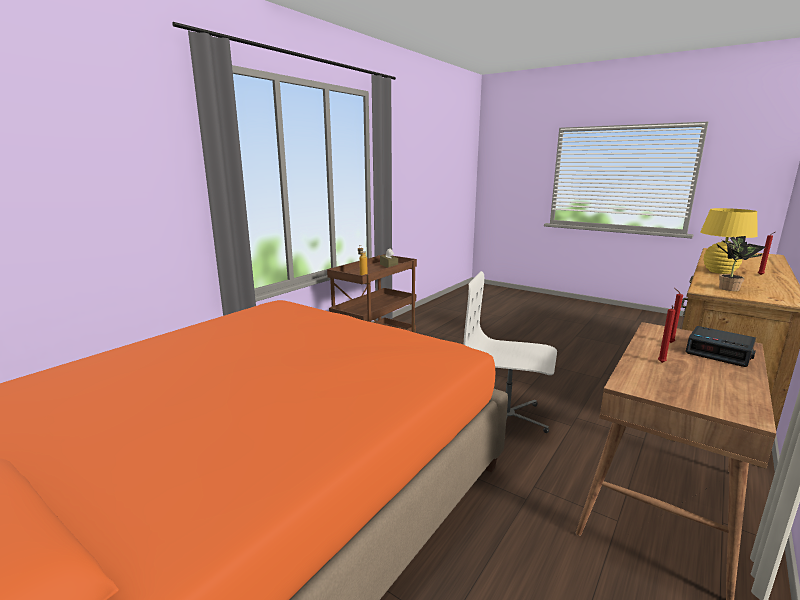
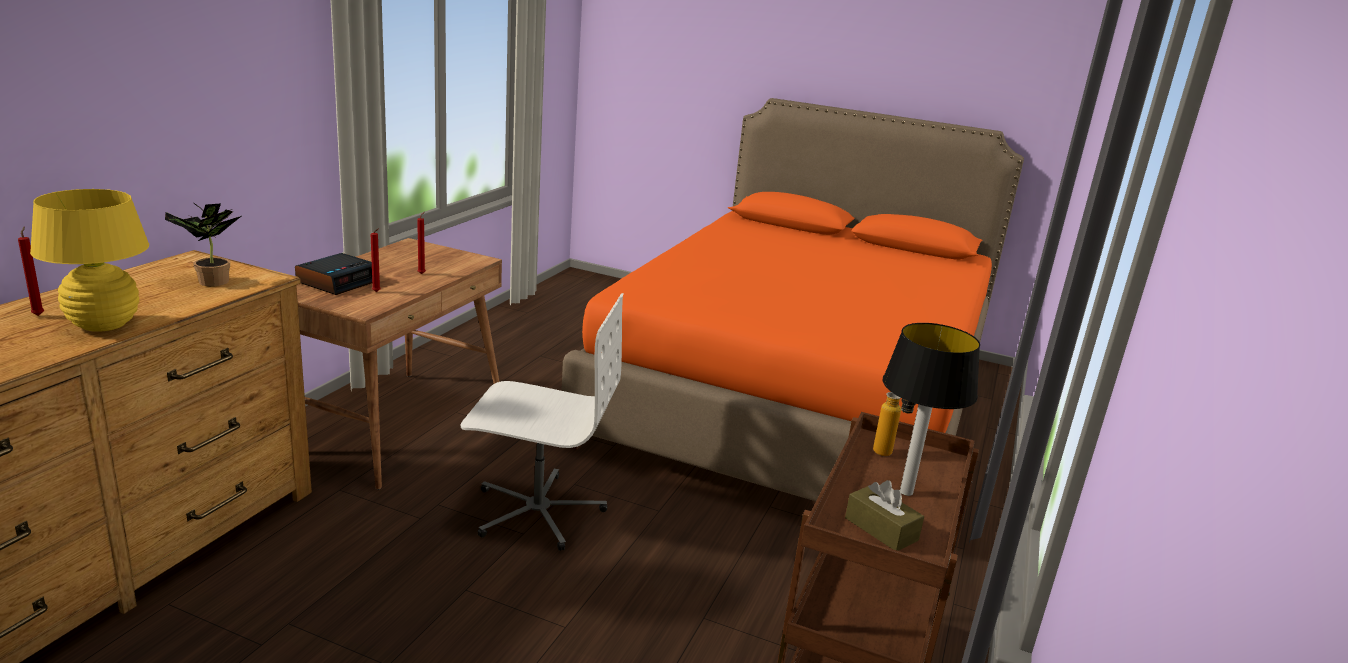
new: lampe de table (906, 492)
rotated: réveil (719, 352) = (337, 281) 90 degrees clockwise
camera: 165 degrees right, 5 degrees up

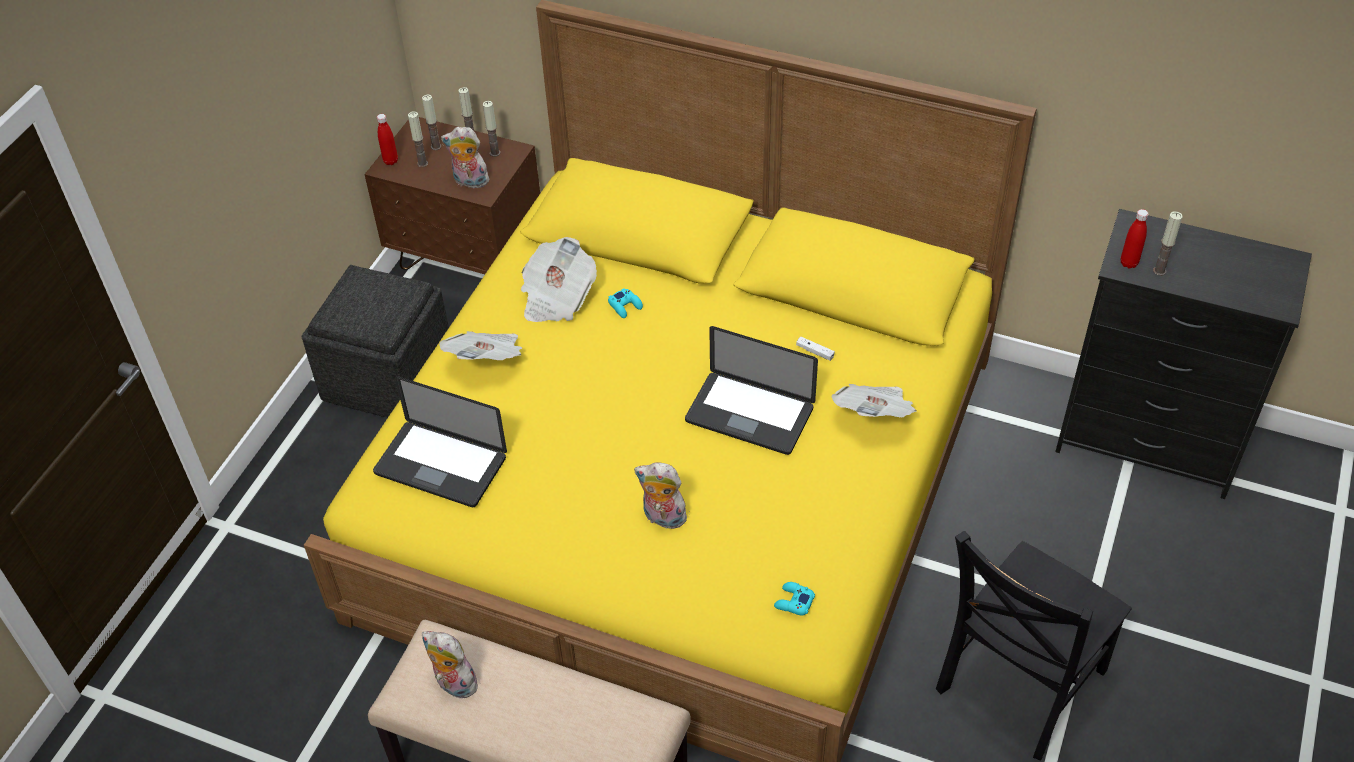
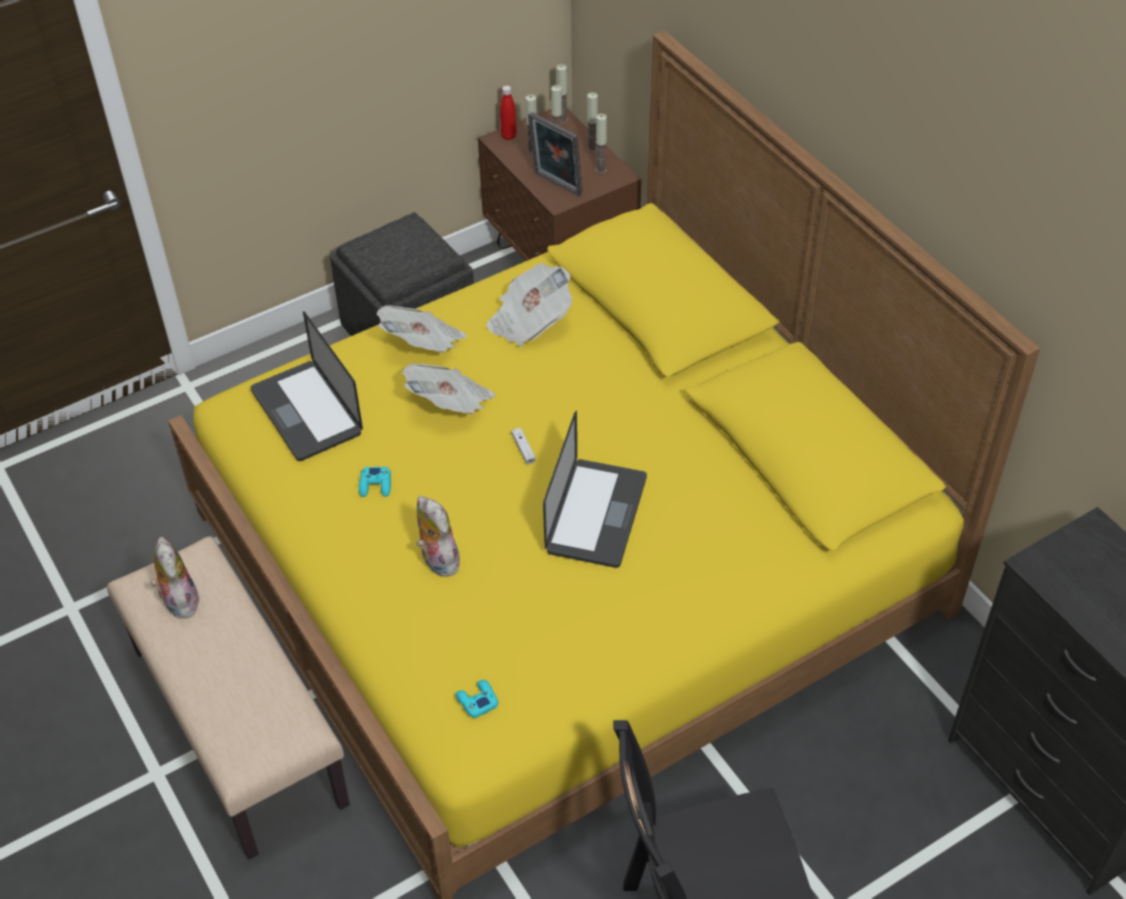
gone: bouteille/rouge (1128, 263)
shifted: manette/turquoise (625, 306) to (376, 485); manette/blanc (815, 352) to (523, 449); journal (874, 415) to (451, 404); bougie (1159, 271) to (562, 120)
swapped: peluche (469, 182) to cadre photo (556, 185)
rotated: ordinateur portable (749, 414) = (596, 514) 135 degrees counterclockwise
camera: 35 degrees right, 0 degrees up

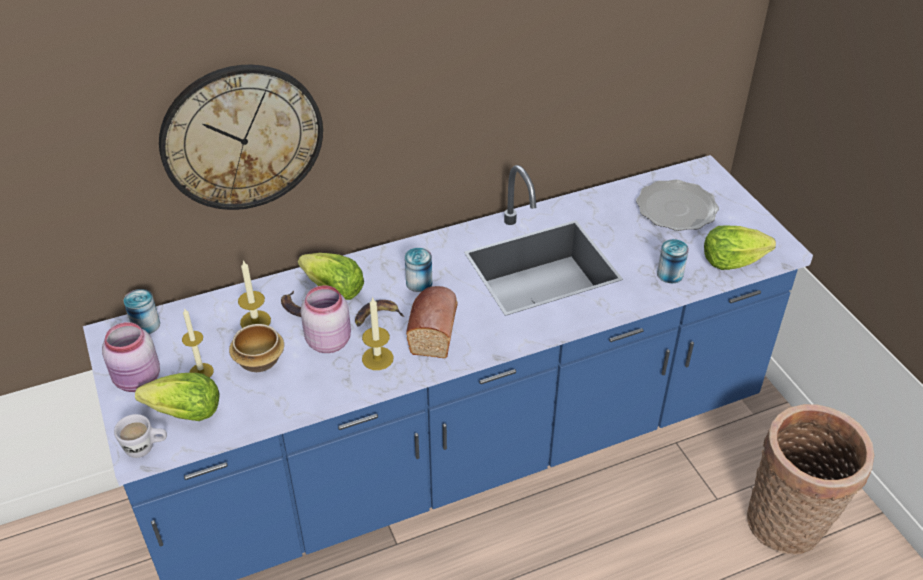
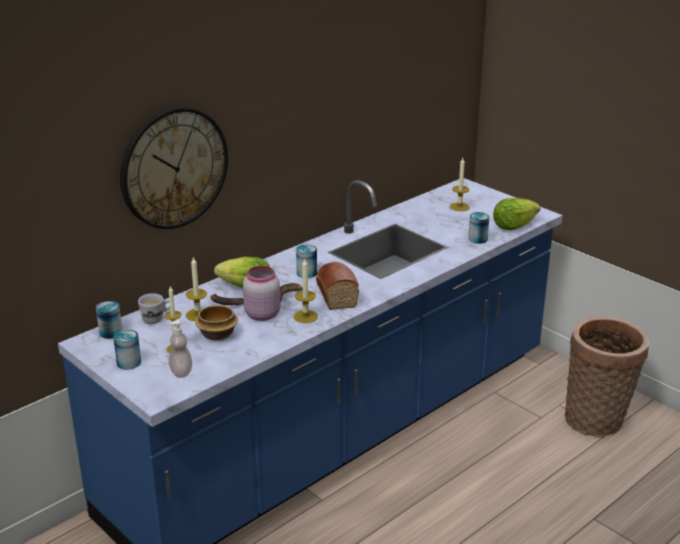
shifted: mug/blanc (146, 448) to (157, 319)
swapped: bocal/rose (138, 380) to boîte métallique (129, 362); laitue (186, 413) to distributeur de savon (181, 372); assiette (677, 209) to bougie (459, 207)
camera: 20 degrees left, 15 degrees down

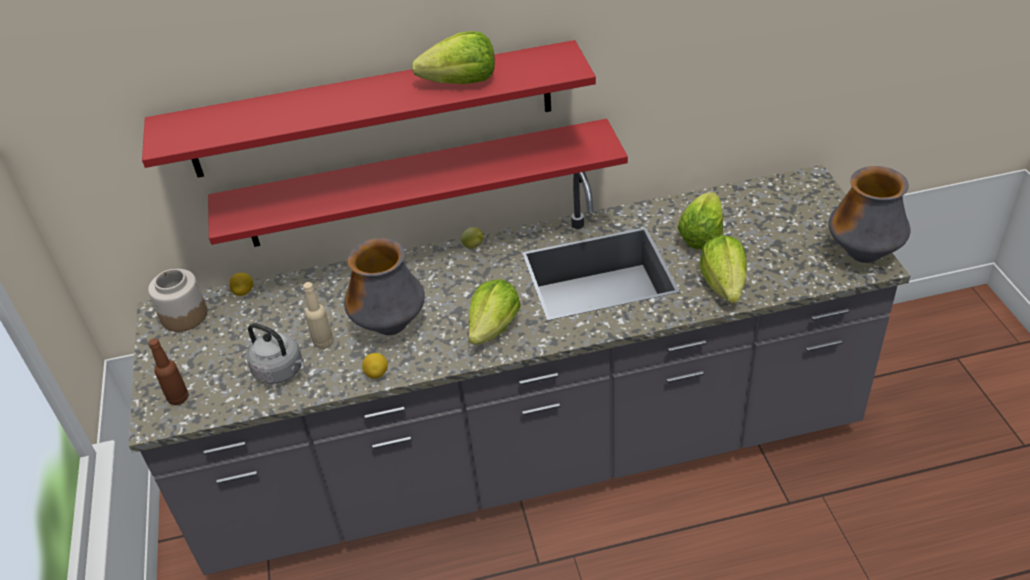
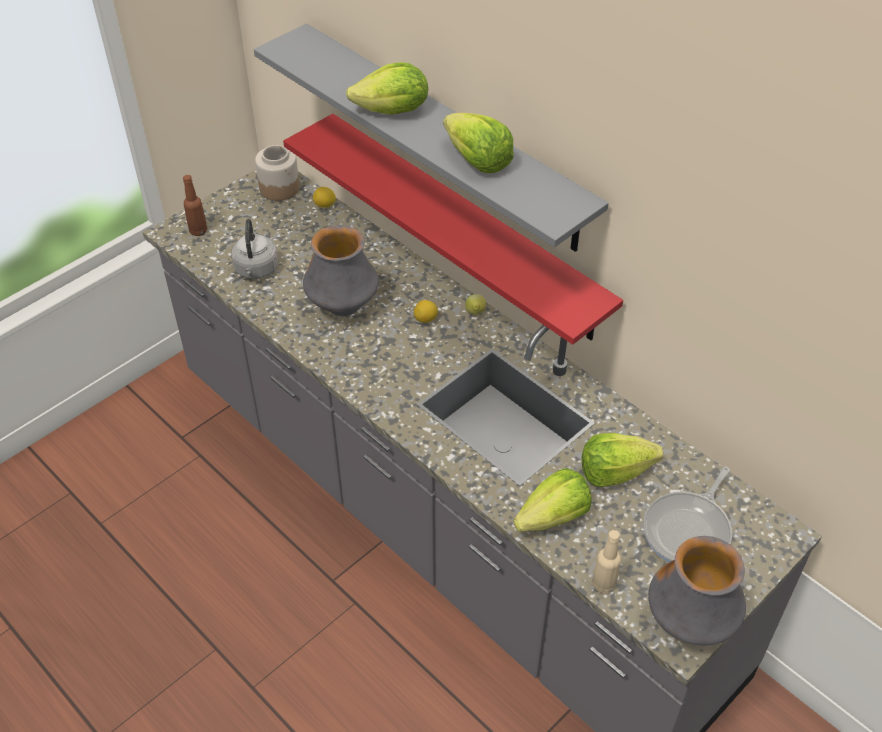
new: poêle (689, 530)
shifted: bouteille/beige (323, 342) to (603, 584); citron (377, 374) to (426, 319); laitue (494, 328) to (393, 111)
repainted: étagère/rouge (371, 110) to étagère/gris (443, 136)
camera: 55 degrees right, 5 degrees up

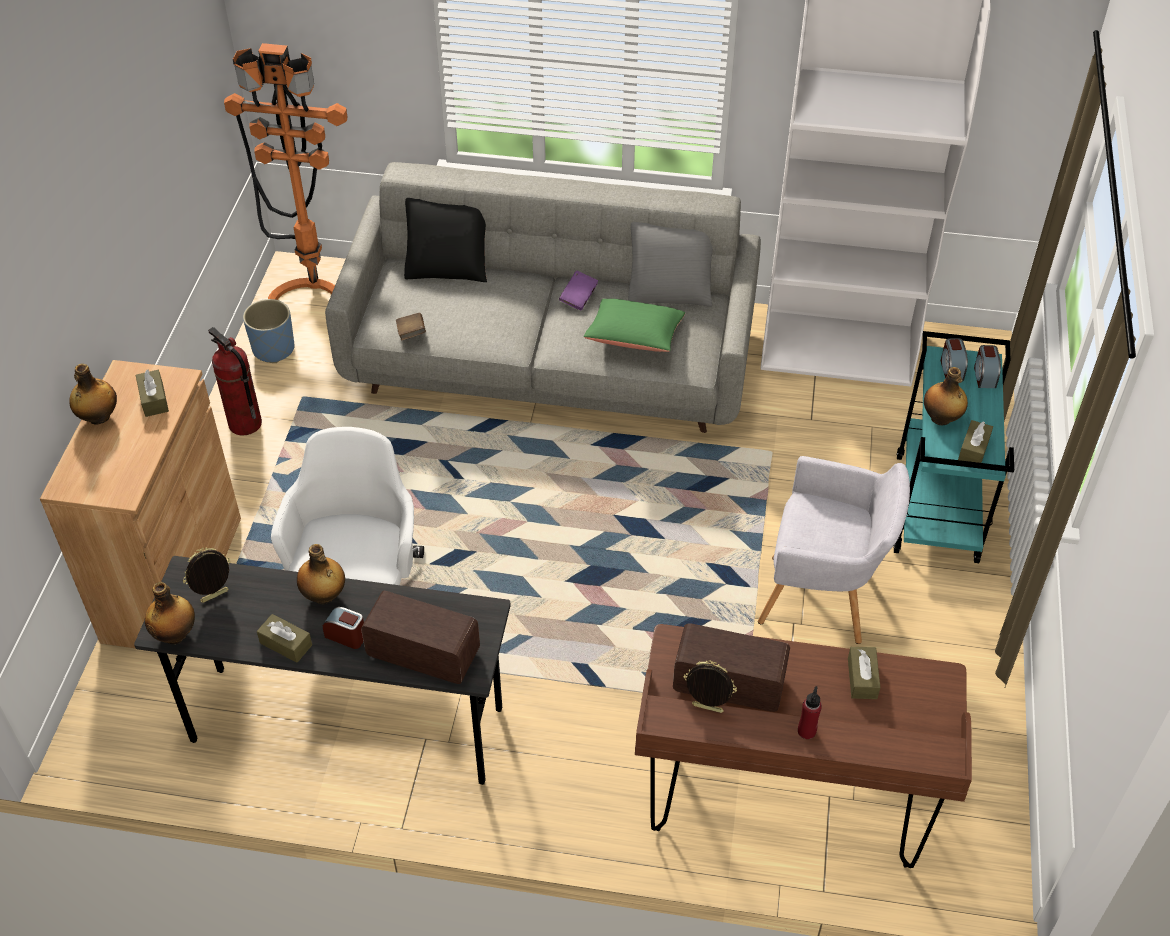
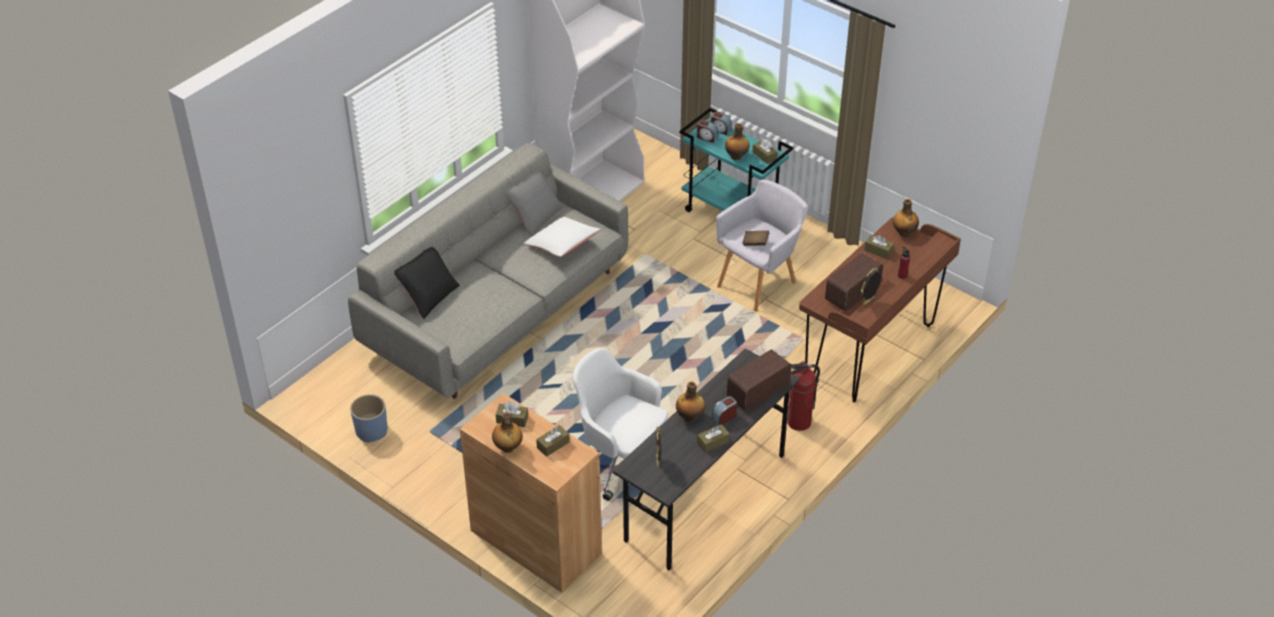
gone: lampadaire/orange (312, 288); livre/violet (578, 298)
new: boîte à mouchoirs/marron (553, 445)
shifted: bouteille (176, 634) to (904, 232); extincteur (245, 424) to (799, 422); livre/marron (411, 333) to (755, 243)
repainted: coussin/vert (634, 337) to coussin/blanc (562, 245)
camera: 60 degrees left, 5 degrees down

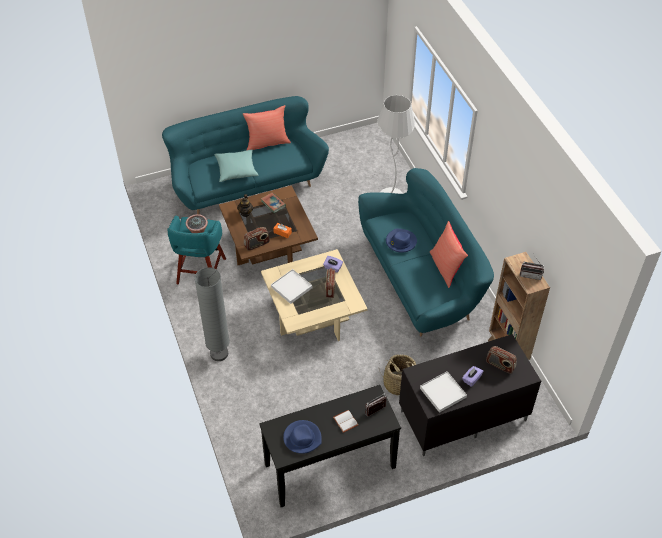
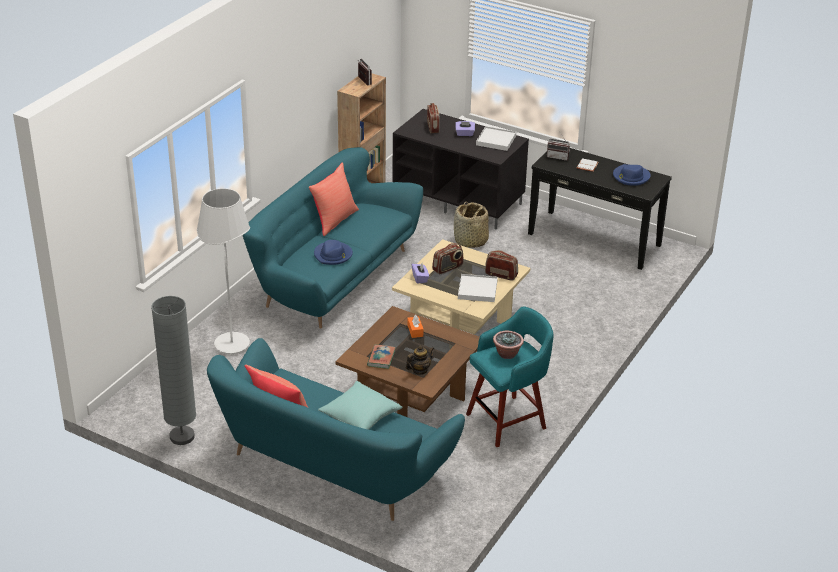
shifted: lampadaire/gris (219, 353) to (182, 437); radio (257, 244) to (501, 275)
camera: 130 degrees left, 15 degrees down

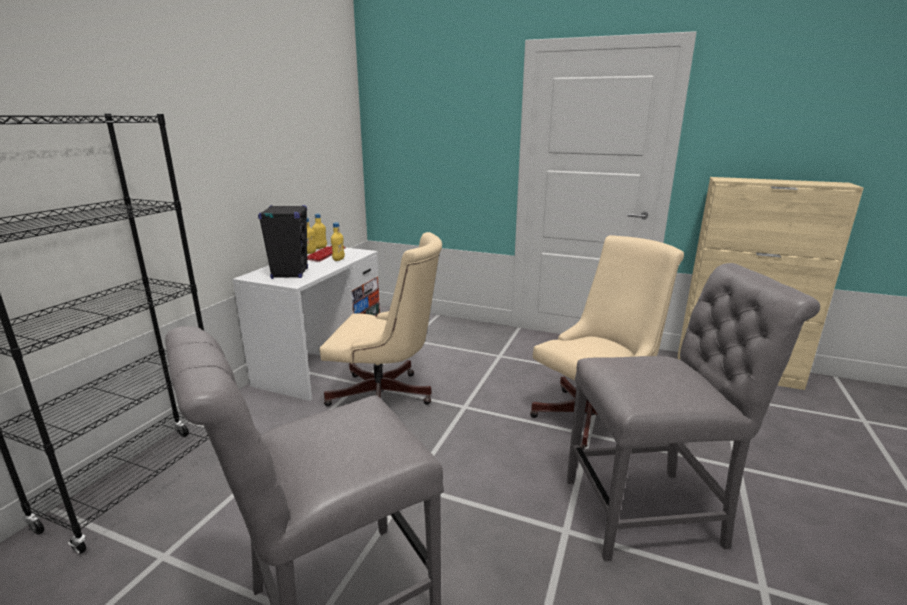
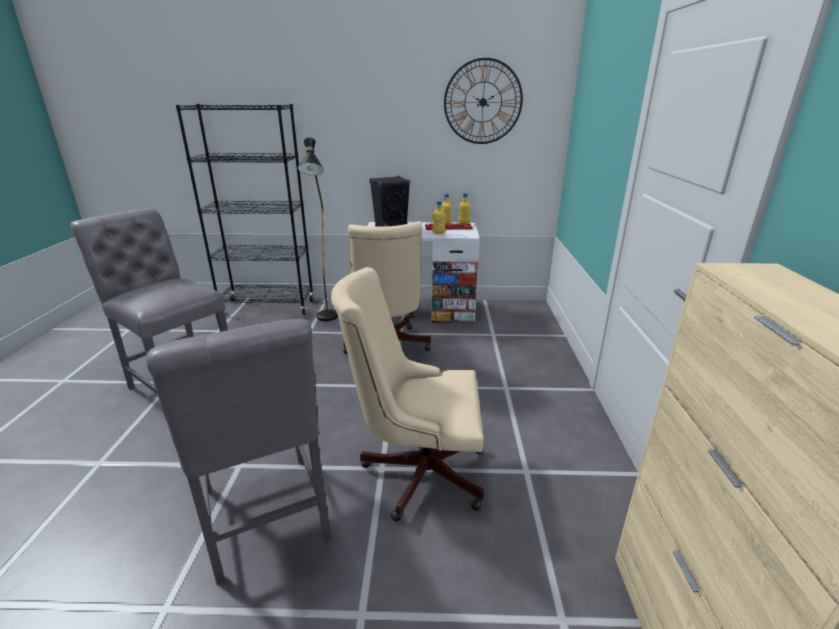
new: lampadaire/noir (327, 320); horloge murale (483, 102)
rotated: chaise de bureau/beige (595, 417) = (416, 471) 150 degrees clockwise
camera: 70 degrees right, 5 degrees up

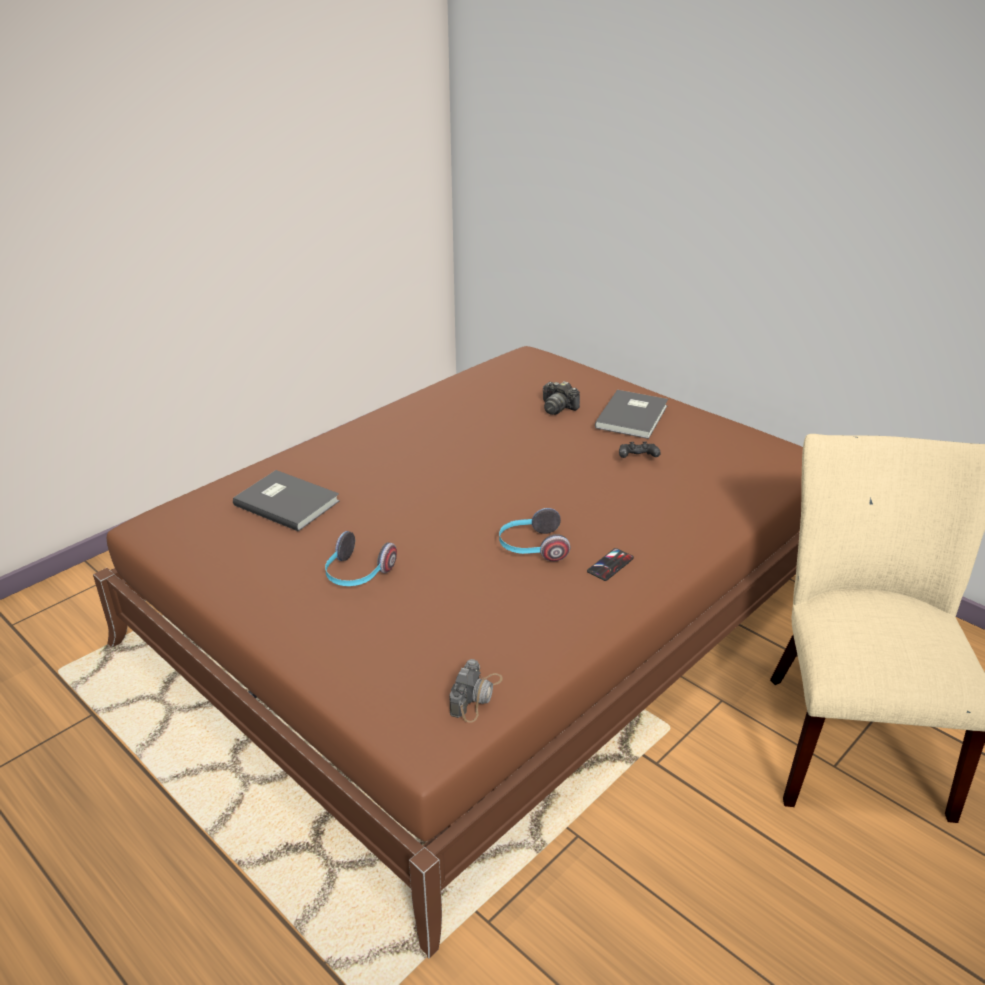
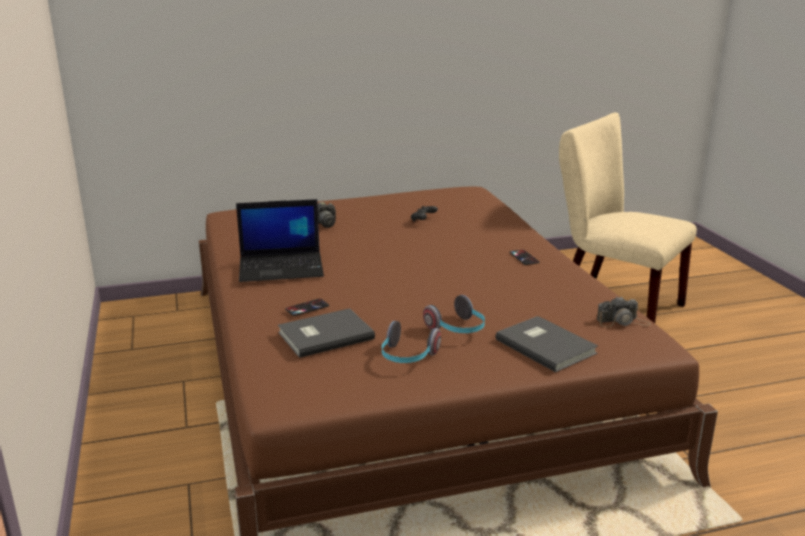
new: ordinateur portable (282, 267); téléphone (307, 308)
shifted: casque audio (532, 547) to (407, 357); livre/gris (634, 416) to (546, 345)
rotated: appareil photo (476, 695) = (623, 322) 120 degrees clockwise
camera: 60 degrees left, 10 degrees down

